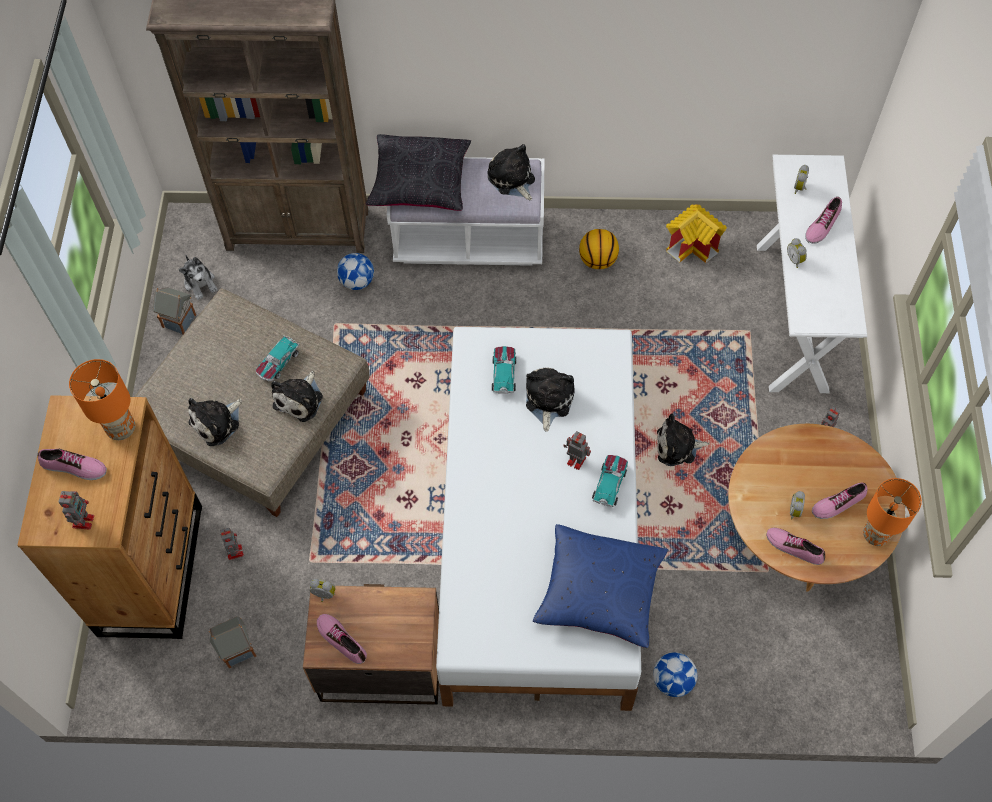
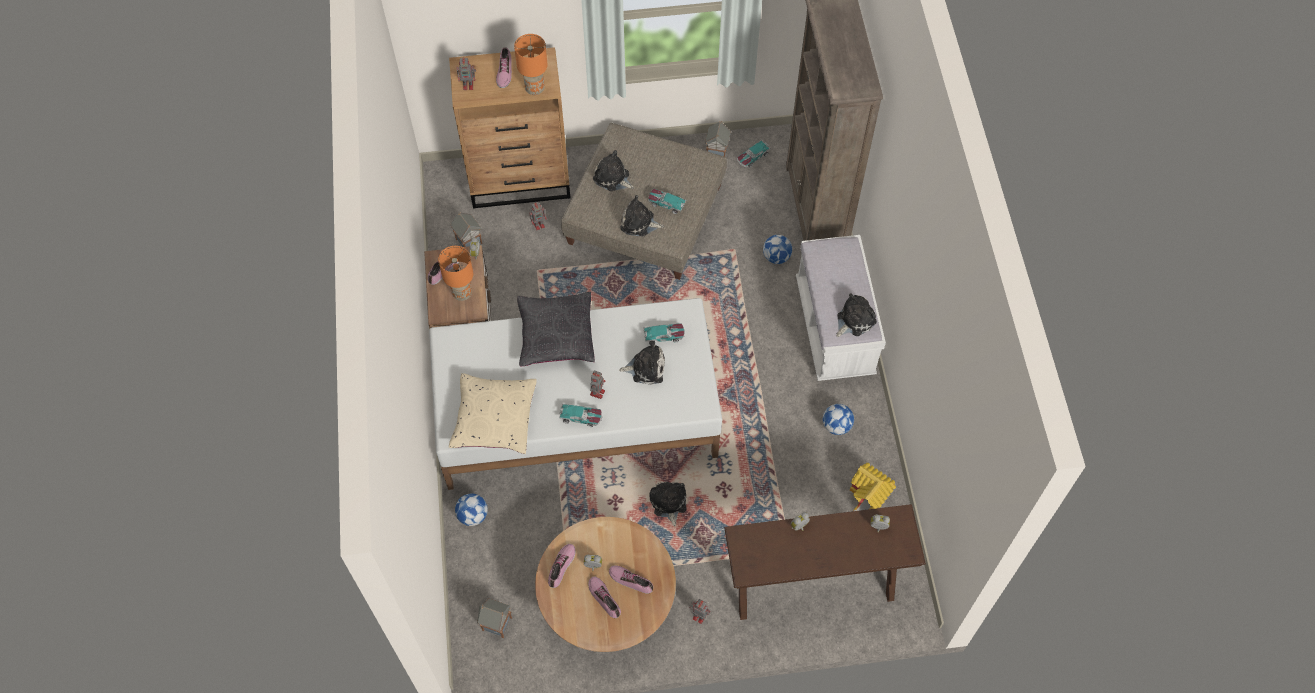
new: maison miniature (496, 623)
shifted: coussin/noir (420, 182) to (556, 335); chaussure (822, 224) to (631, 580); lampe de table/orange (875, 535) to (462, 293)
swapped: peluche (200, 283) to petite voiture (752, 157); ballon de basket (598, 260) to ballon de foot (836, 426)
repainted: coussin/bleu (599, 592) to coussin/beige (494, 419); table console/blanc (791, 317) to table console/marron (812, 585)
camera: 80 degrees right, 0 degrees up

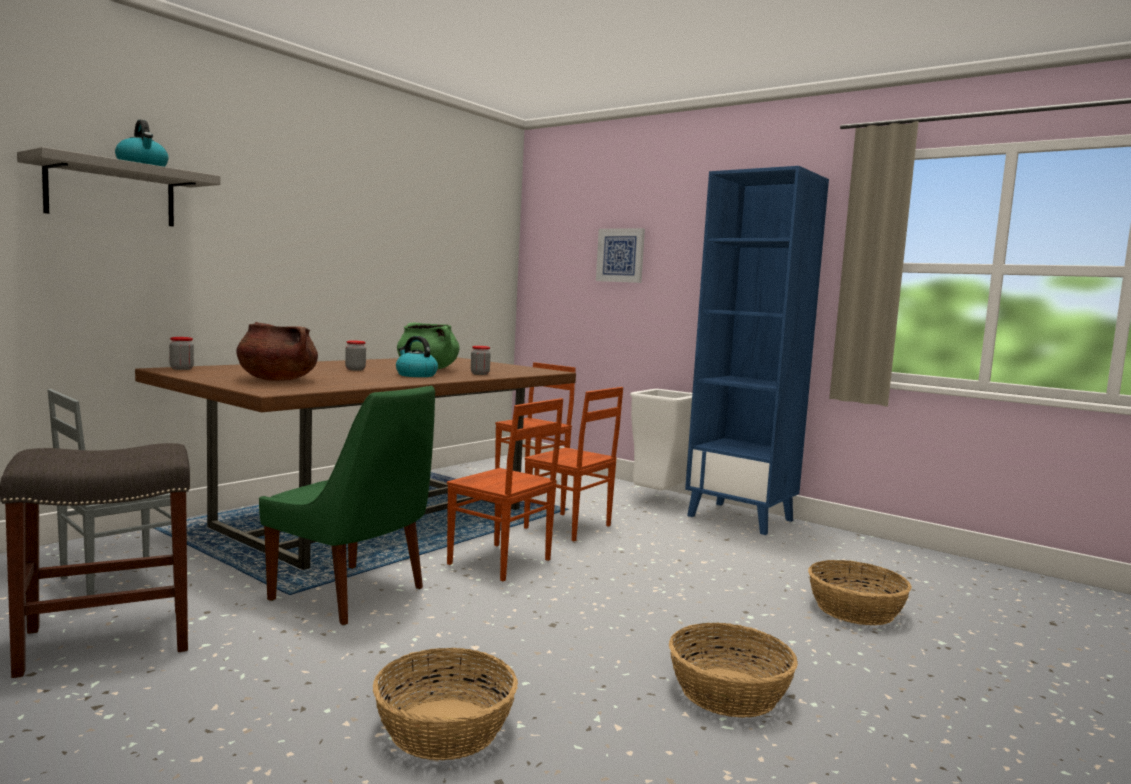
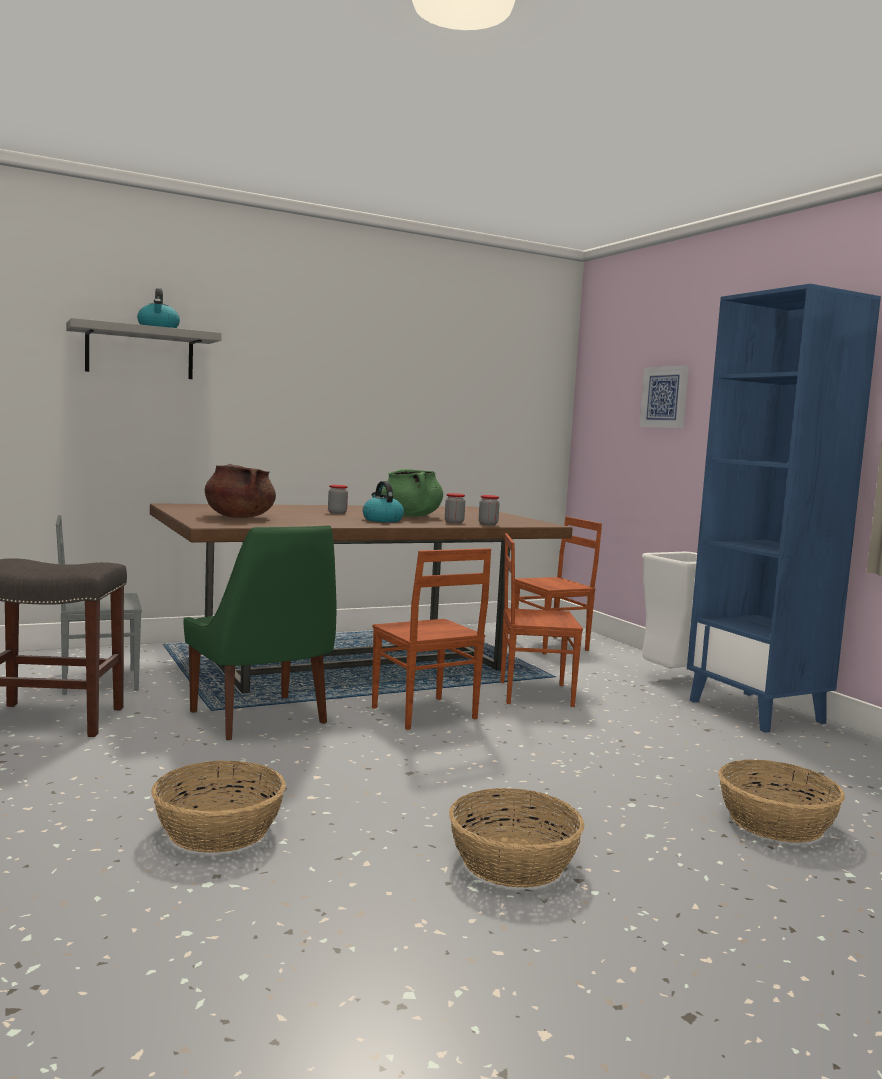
shifted: bocal (181, 369) to (488, 524)
rotated: chaise/marron (568, 527) = (534, 693) 120 degrees clockwise
camera: 25 degrees right, 0 degrees up

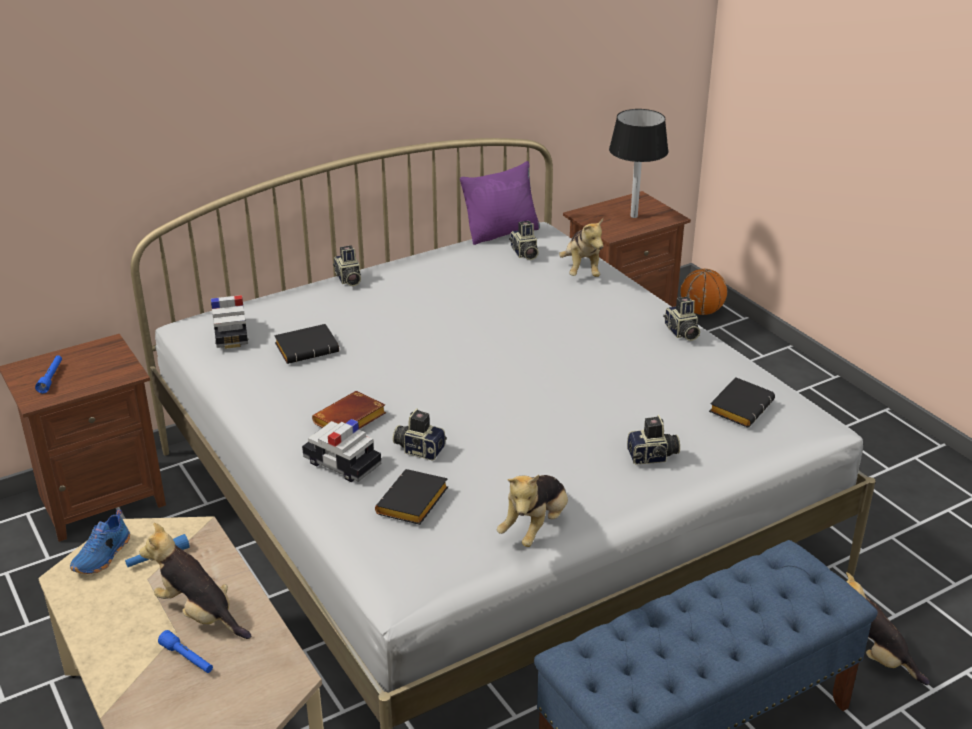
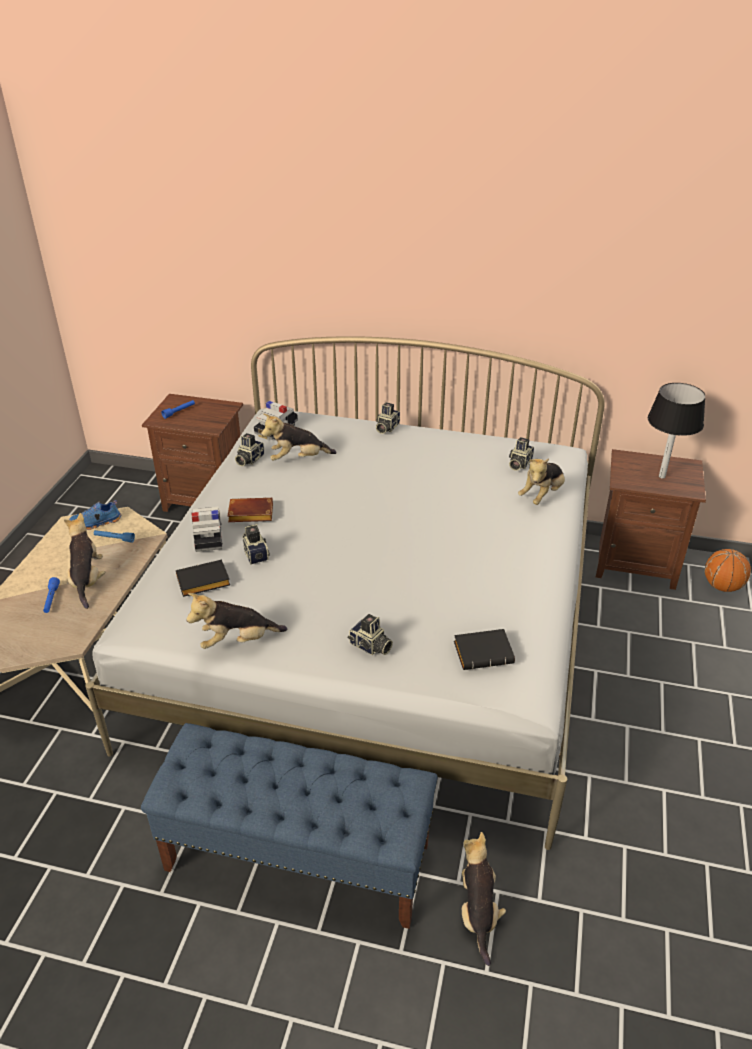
gone: coussin/violet (501, 233)
shifted: appareil photo (681, 332) to (248, 459)
swapped: livre/noir (308, 348) to peluche (298, 459)
camera: 45 degrees right, 5 degrees up

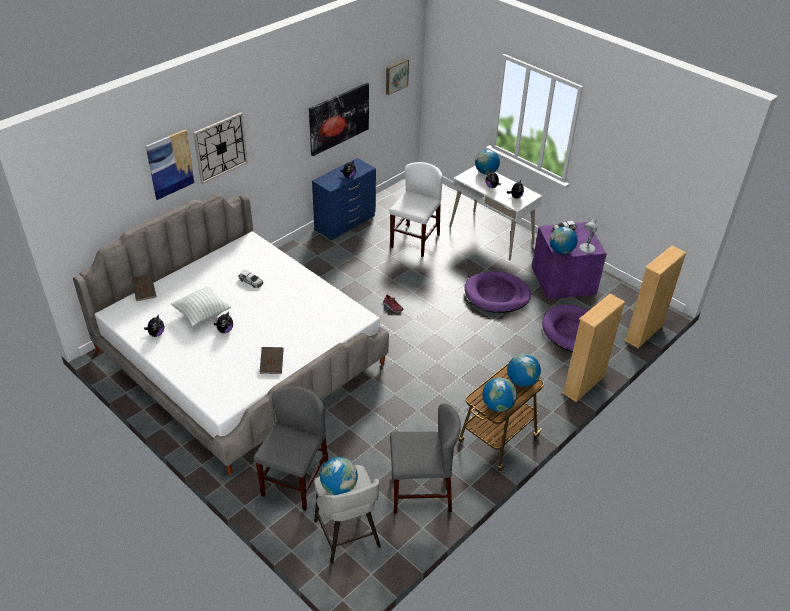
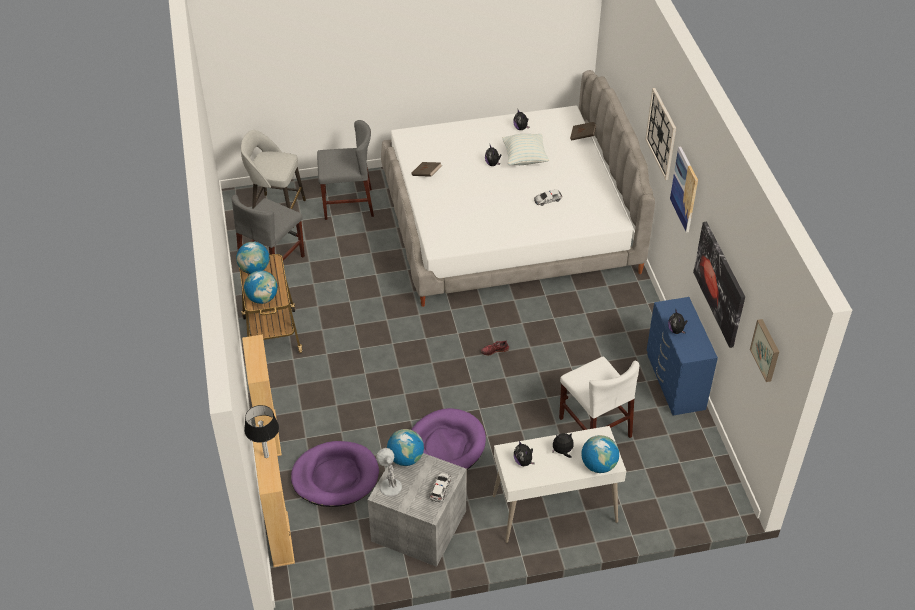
gone: globe (339, 487)
new: lampe de table (267, 456)
shifted: tableau (170, 164) to (684, 189)
repainted: boîte de rangement/violet (564, 280) to boîte de rangement/gris (417, 526)
rotated: chaise/gris (295, 481) = (348, 204) 60 degrees counterclockwise
camera: 125 degrees right, 5 degrees up

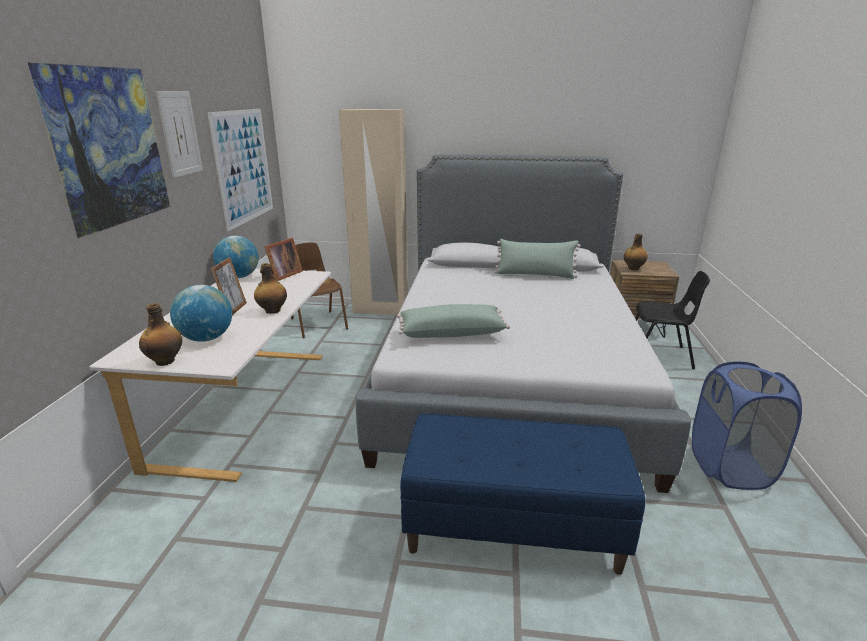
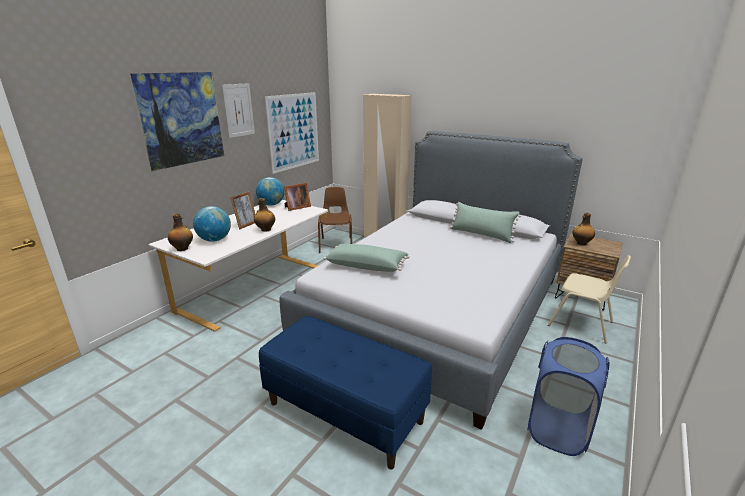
repainted: chaise/noir (658, 355) to chaise/beige (581, 324)
camera: 25 degrees right, 0 degrees up

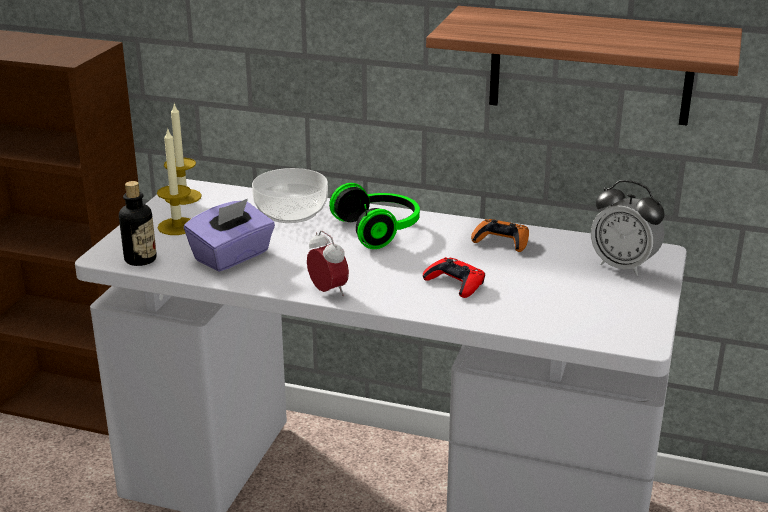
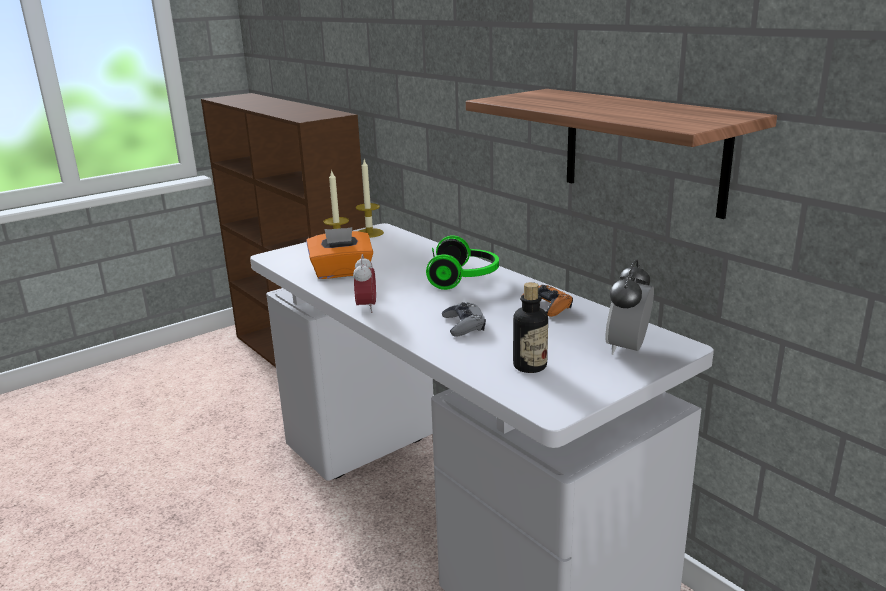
gone: bol (290, 212)
shifted: bouteille (140, 259) to (530, 366)
repainted: boîte à mouchoirs/violet (232, 256) to boîte à mouchoirs/orange (342, 272); manette/rouge (455, 283) to manette/gris (464, 325)
rotated: réveil (623, 266) = (627, 348) 45 degrees clockwise
camera: 35 degrees right, 5 degrees down

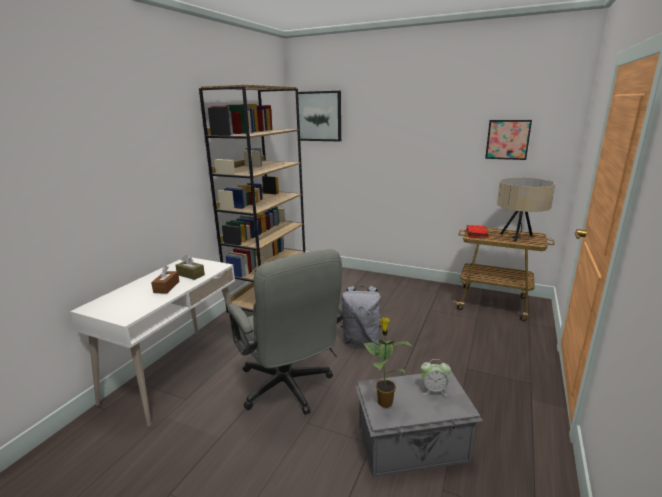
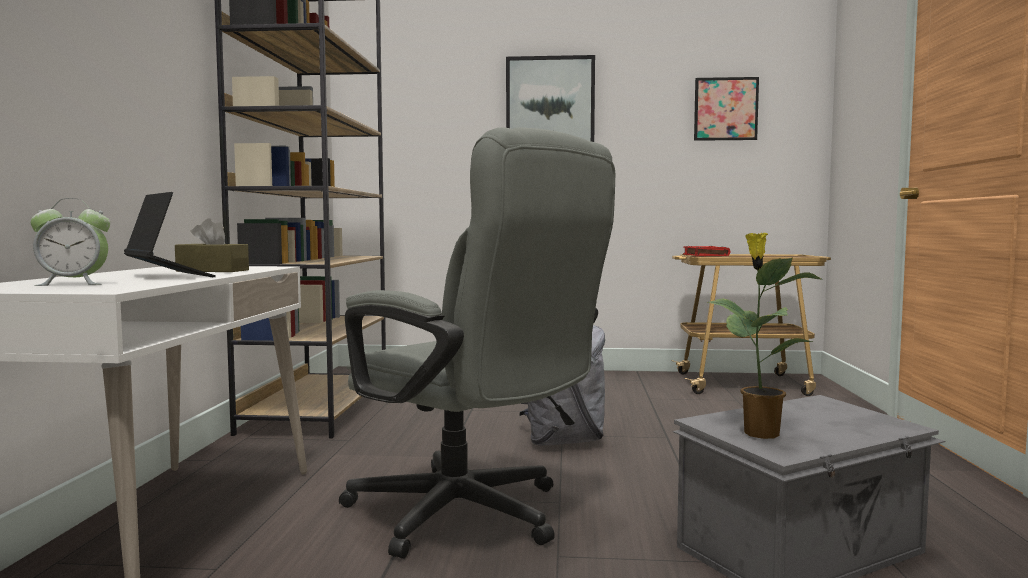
gone: lampe de table/beige (518, 237)
shifted: tableau (319, 116) to (550, 102); réveil (434, 390) to (73, 284)
swapped: boîte à mouchoirs/marron (166, 287) to ordinateur portable (169, 276)
camera: 20 degrees left, 15 degrees down

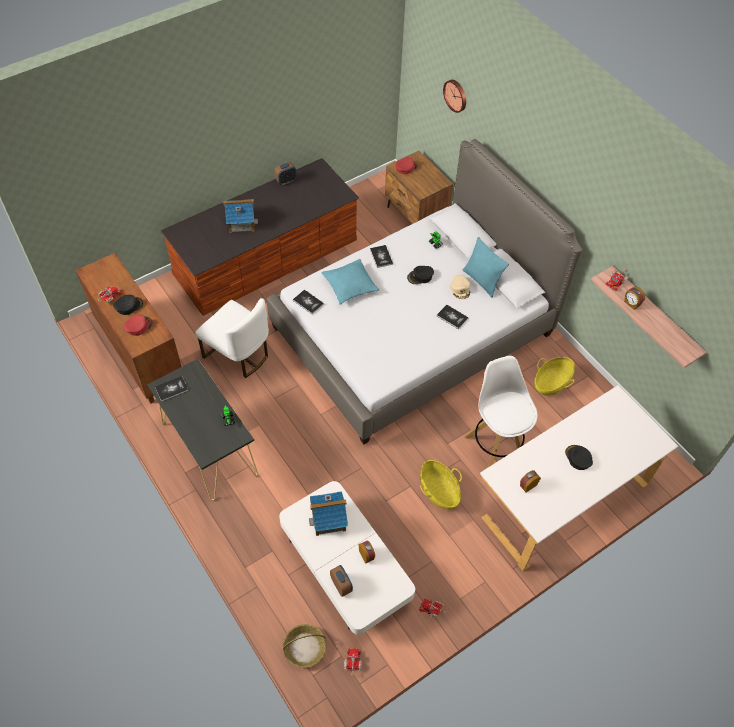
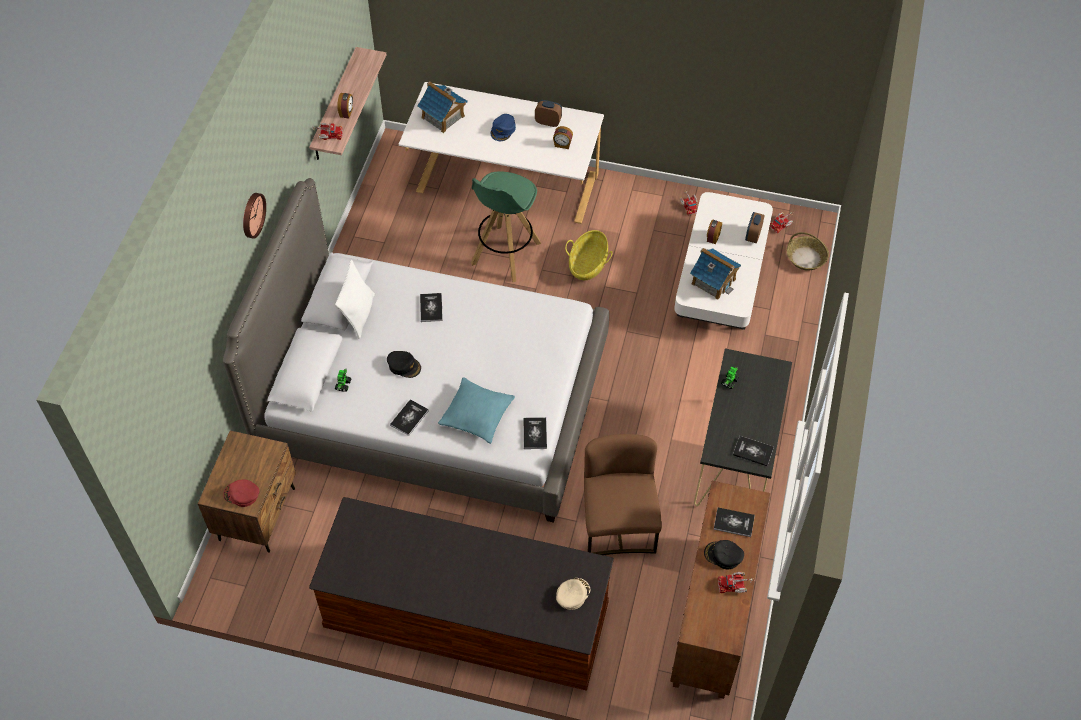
gone: panier (551, 382)
shifted: maison miniature (241, 222) to (443, 117); réveil (286, 181) to (548, 122); horloge murale (456, 95) to (252, 215); casquette/beige (460, 289) to (572, 594)
swapped: casquette/rouge (138, 326) to livre (734, 522)
repainted: chaise/blanc (238, 354) to chaise/marron (618, 524); coussin/turquoise (481, 281) to coussin/blanc (359, 315); tabouret/blanc (494, 449) to tabouret/vert (505, 254); casquette/noir (578, 458) to casquette/bleu (503, 130)
camera: 130 degrees left, 0 degrees up

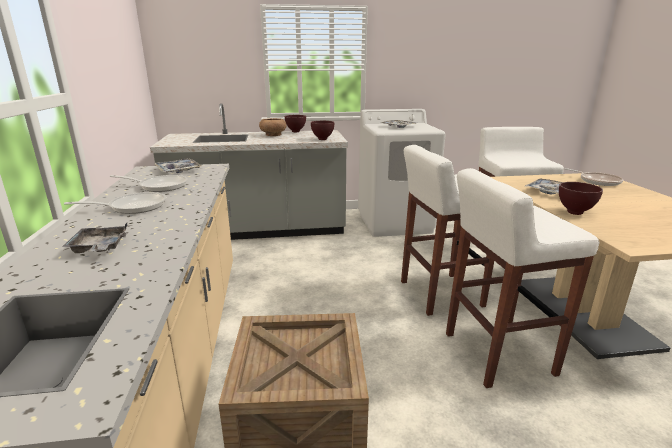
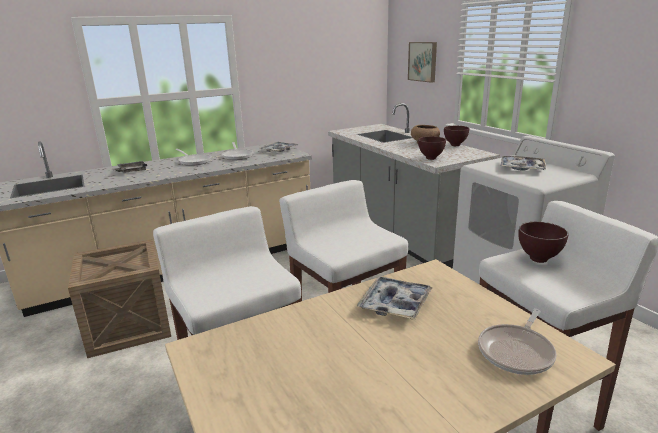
new: tableau (423, 61)
shifted: bol/marron (574, 212) to (539, 259)
camera: 70 degrees right, 0 degrees up

